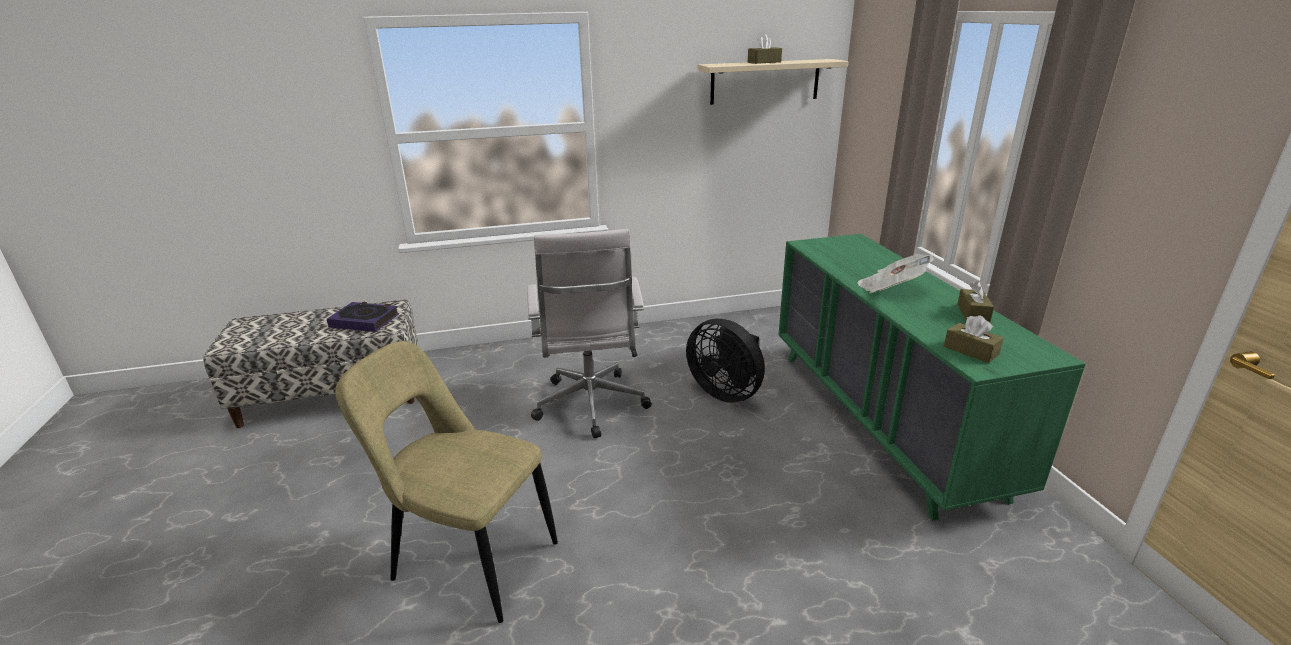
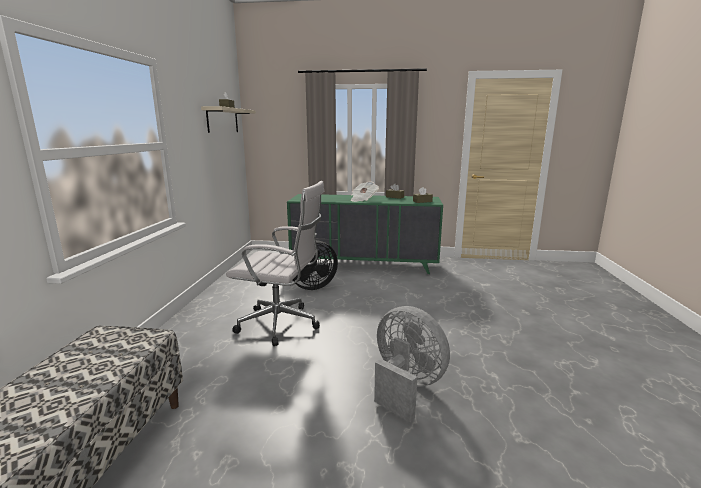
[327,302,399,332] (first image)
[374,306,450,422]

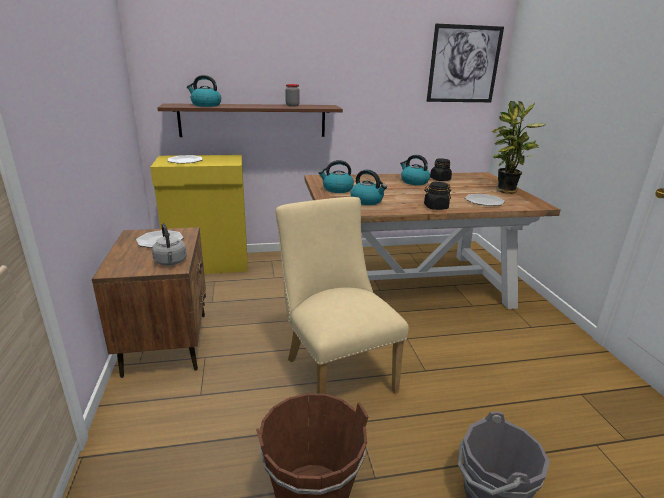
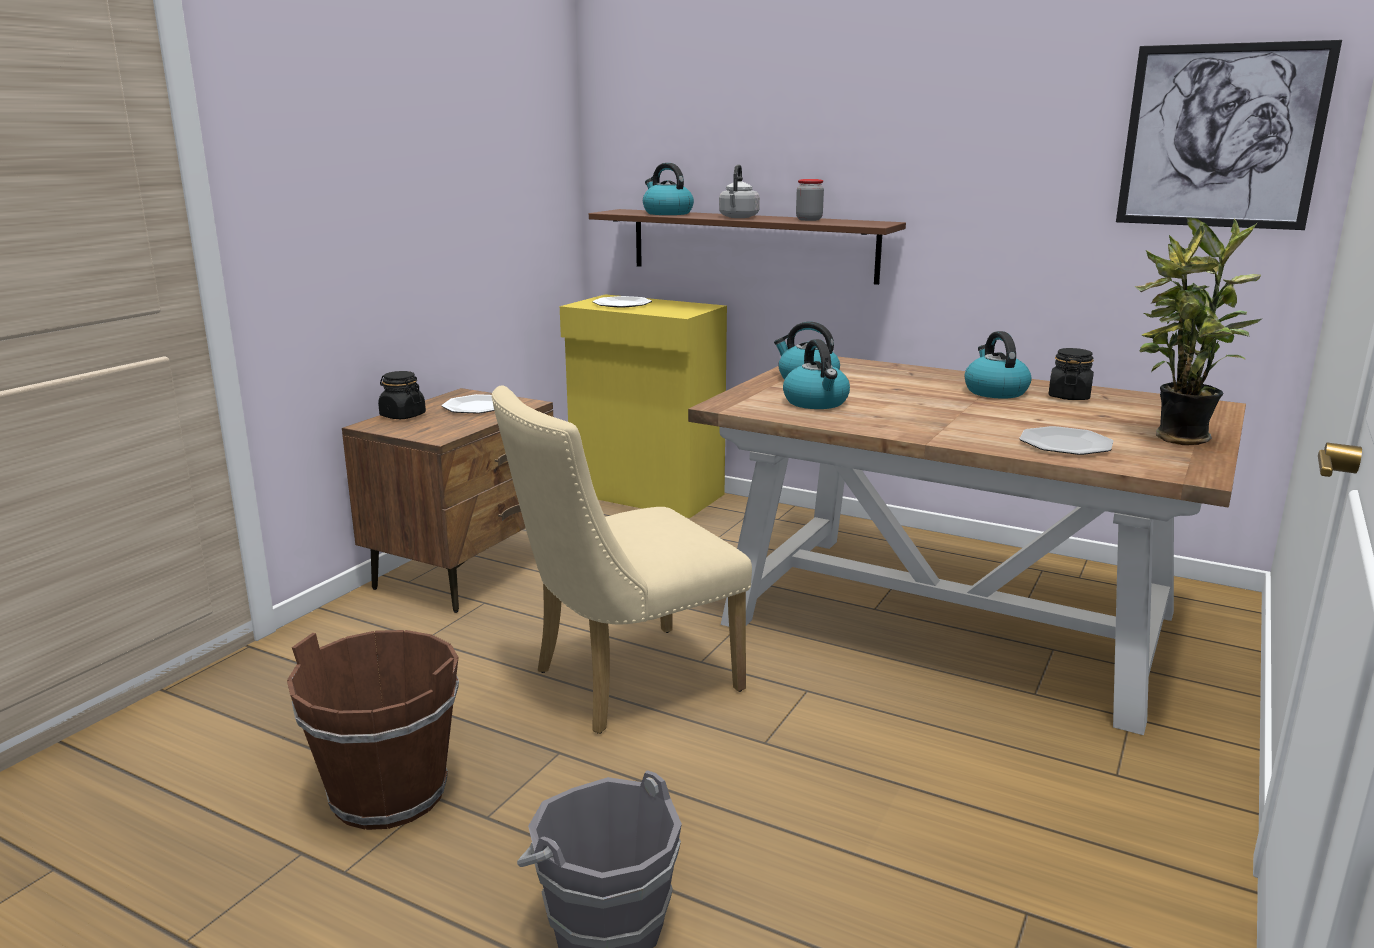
[719,164,760,218]
[378,371,426,419]
[491,385,752,734]

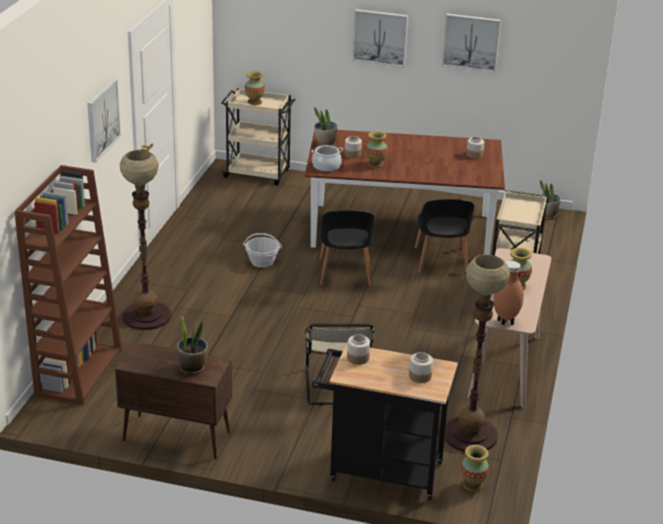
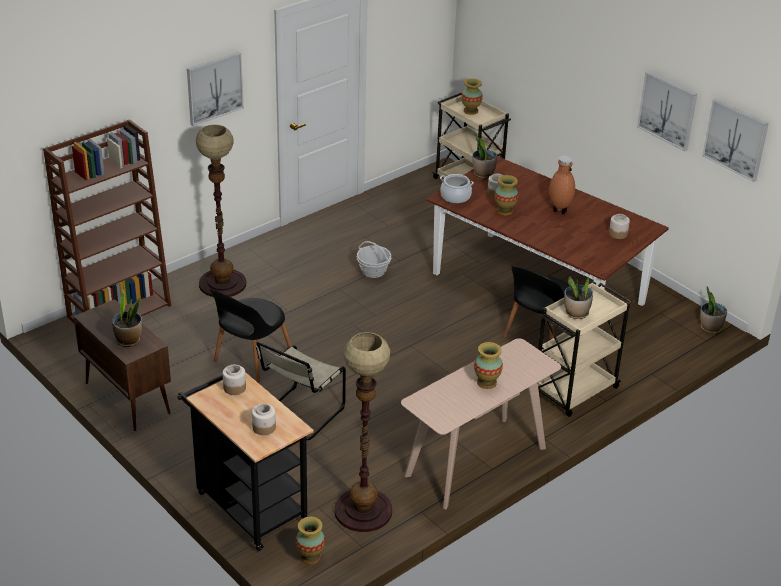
[564,276,593,319]
[210,289,292,382]
[702,99,769,182]
[549,155,575,215]

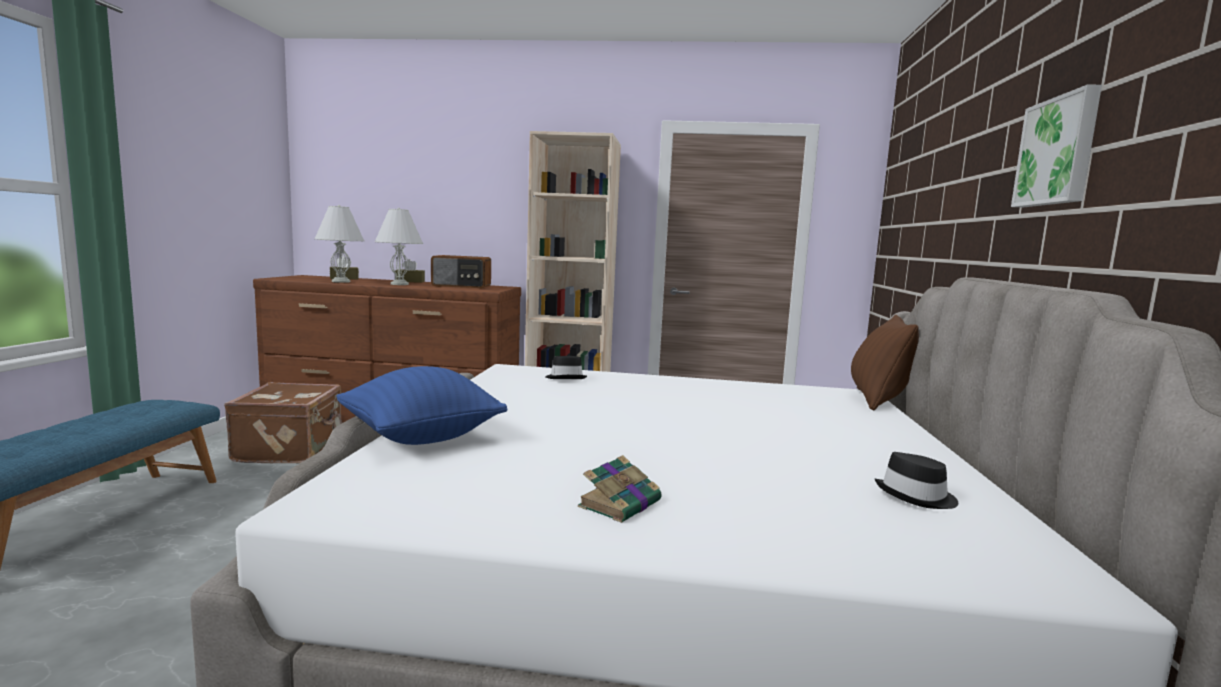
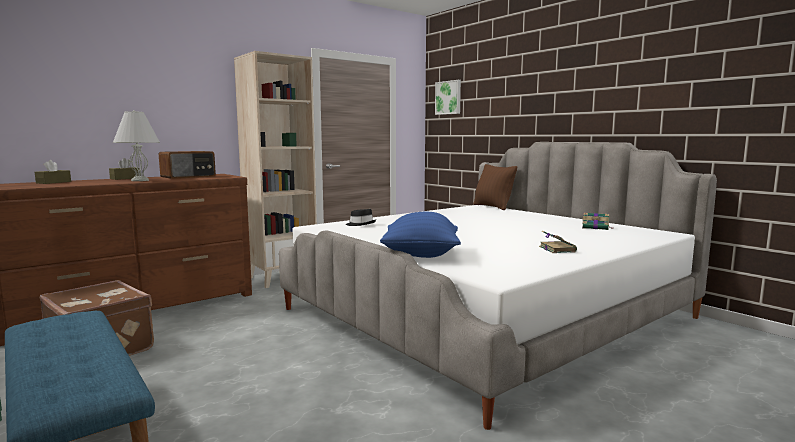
[315,205,365,283] (first image)
[435,80,461,115]
[582,213,612,230]

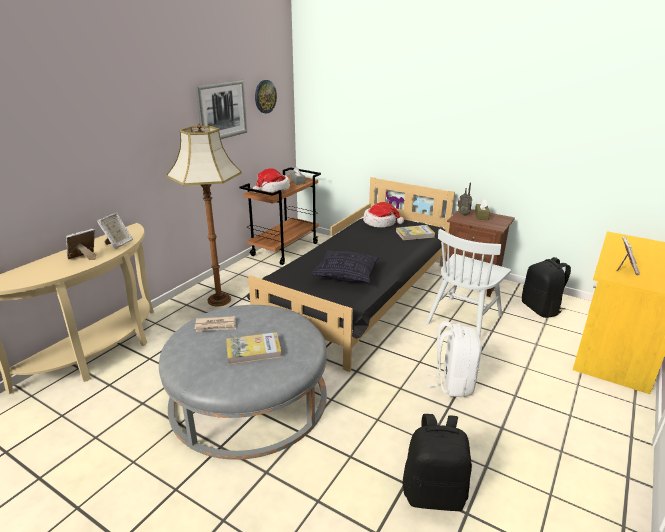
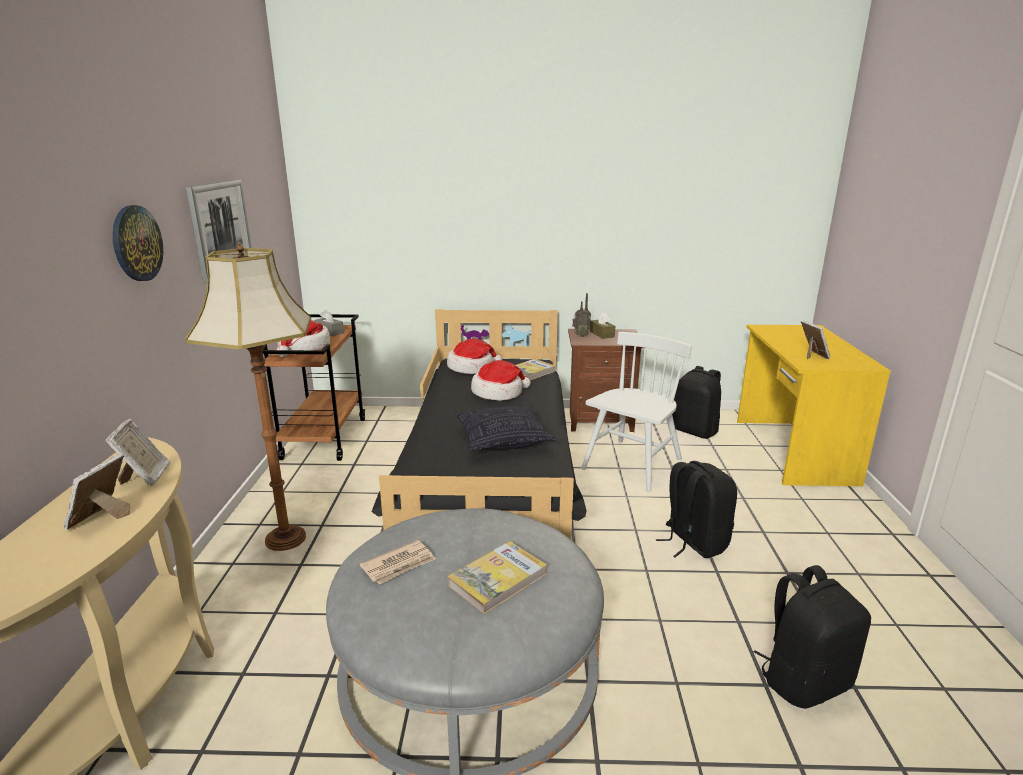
[471,360,531,401]
[113,205,163,281]
[656,461,737,558]
[581,332,692,492]

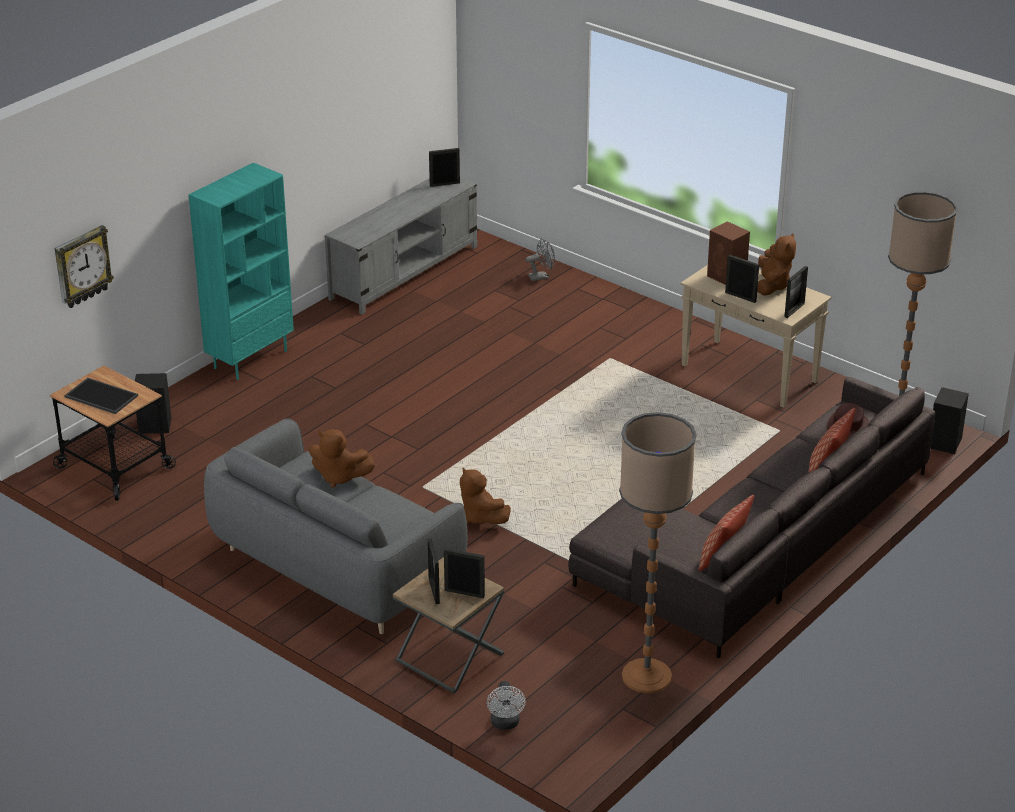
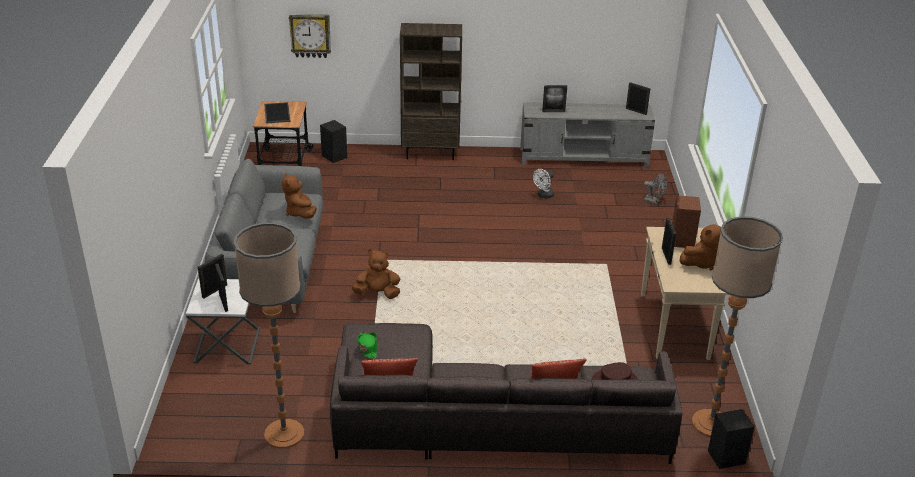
[358,332,377,359]
[533,169,554,199]
[542,85,567,112]
[400,23,462,160]
[186,279,260,364]
[352,249,400,299]

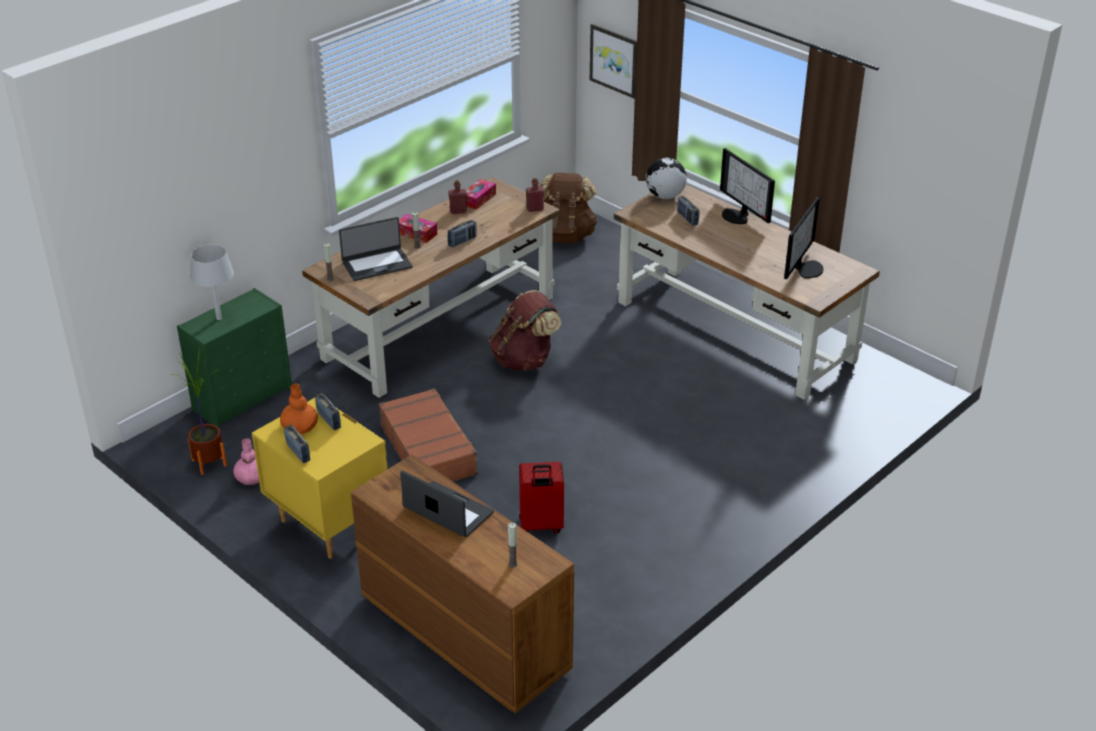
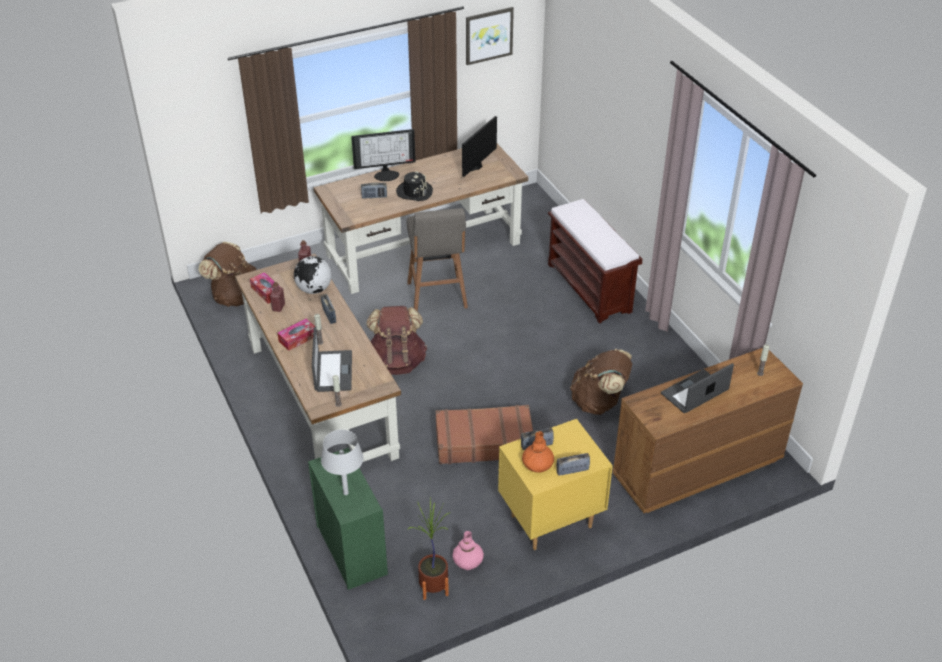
[396,171,433,201]
[406,208,468,311]
[548,199,642,323]
[466,7,514,65]
[294,256,332,294]
[570,349,632,415]
[462,116,497,177]

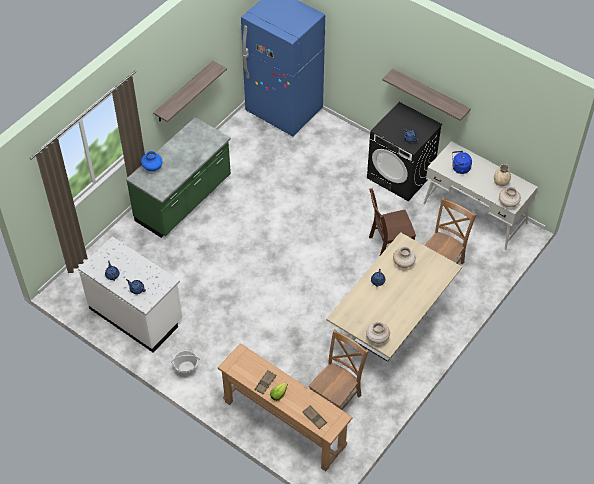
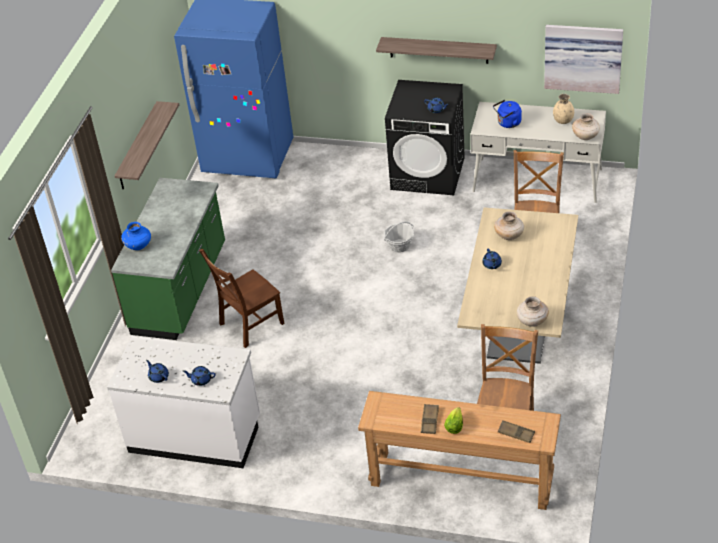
[544,25,623,94]
[384,222,414,252]
[199,249,284,348]

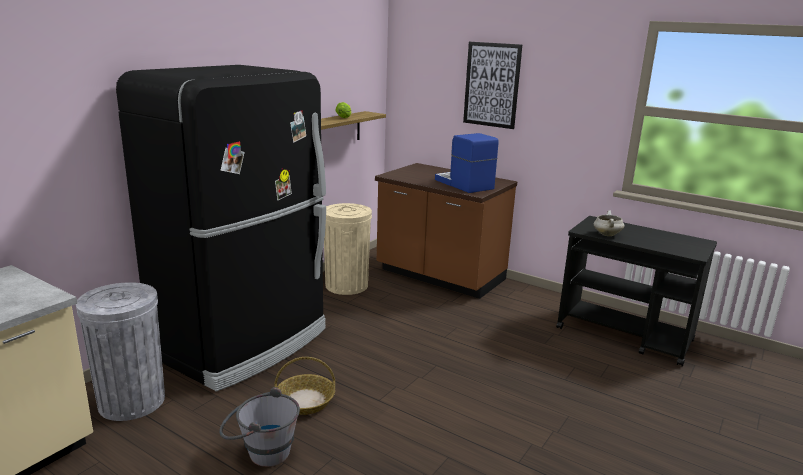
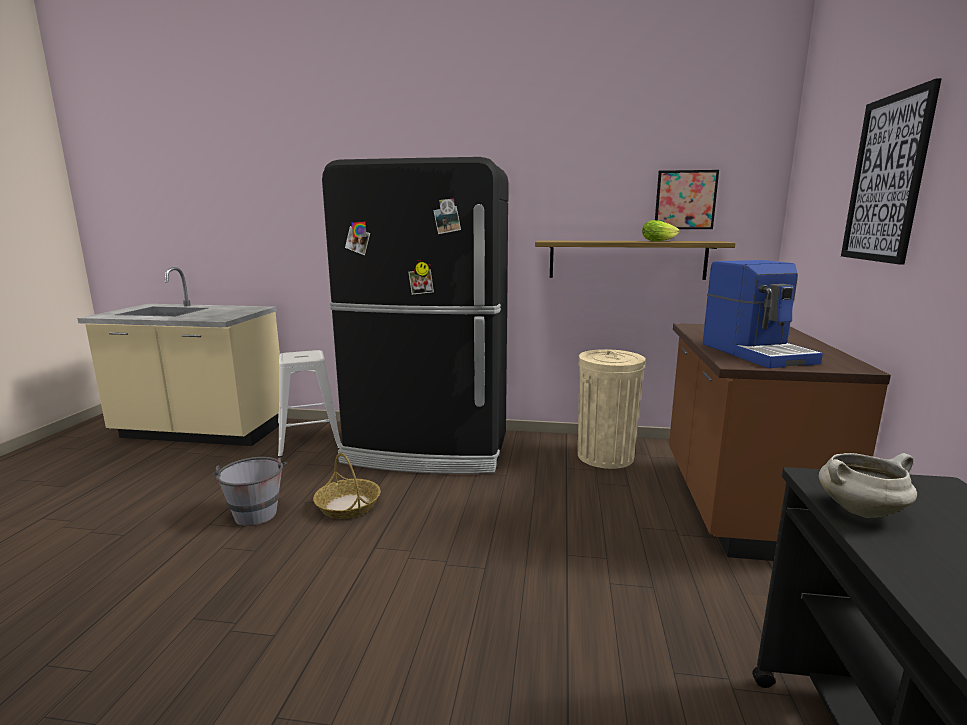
[655,170,719,229]
[278,350,341,457]
[702,260,823,368]

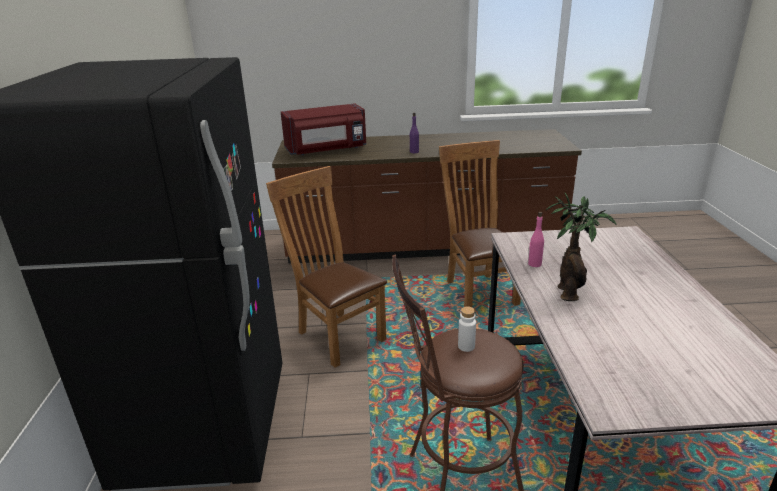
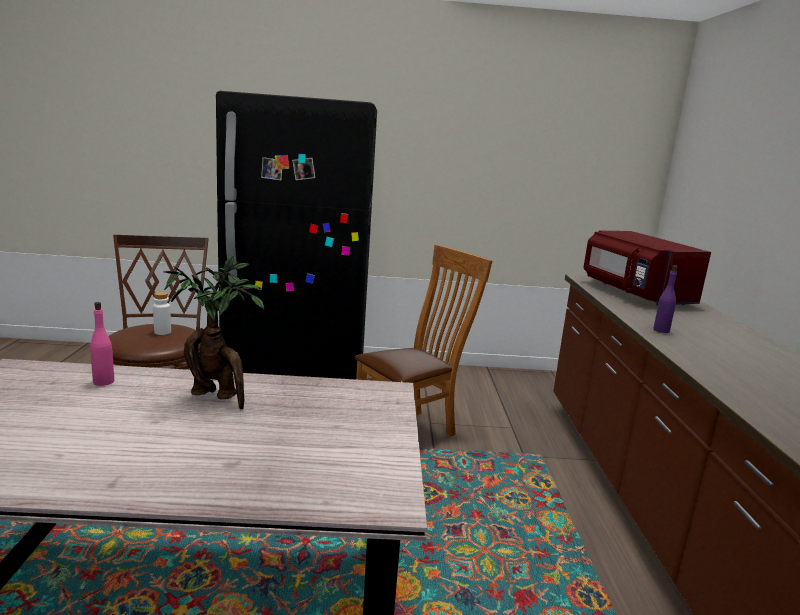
[439,140,521,307] (first image)
[90,302,114,386]

